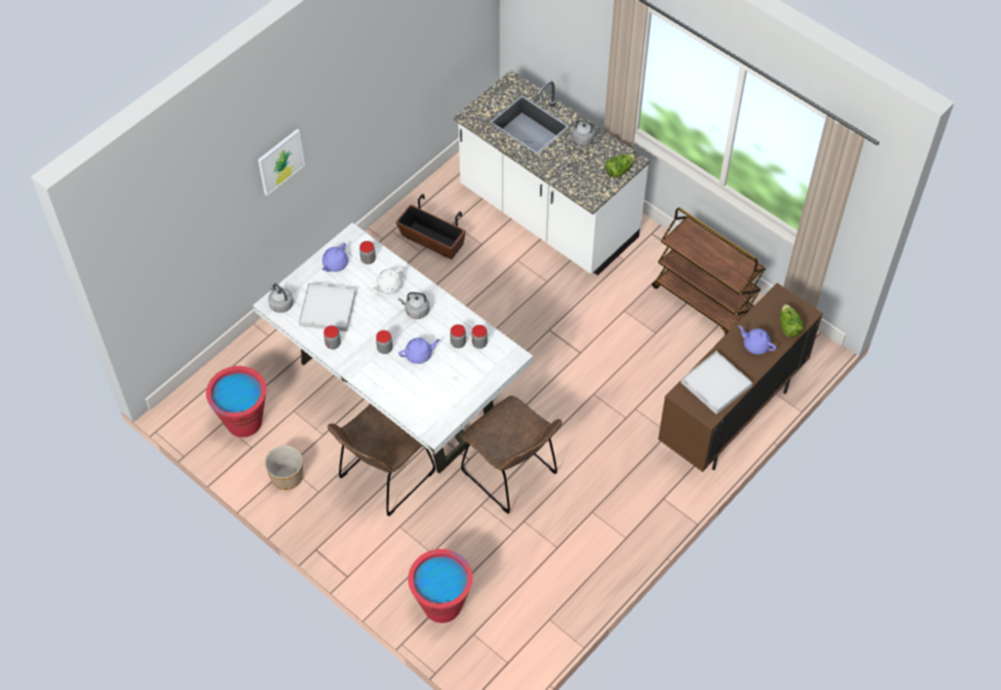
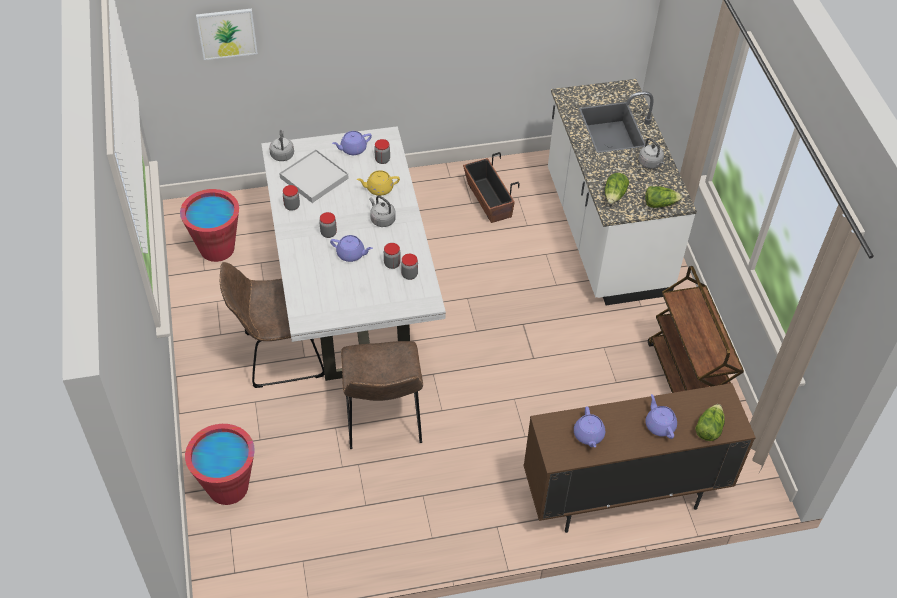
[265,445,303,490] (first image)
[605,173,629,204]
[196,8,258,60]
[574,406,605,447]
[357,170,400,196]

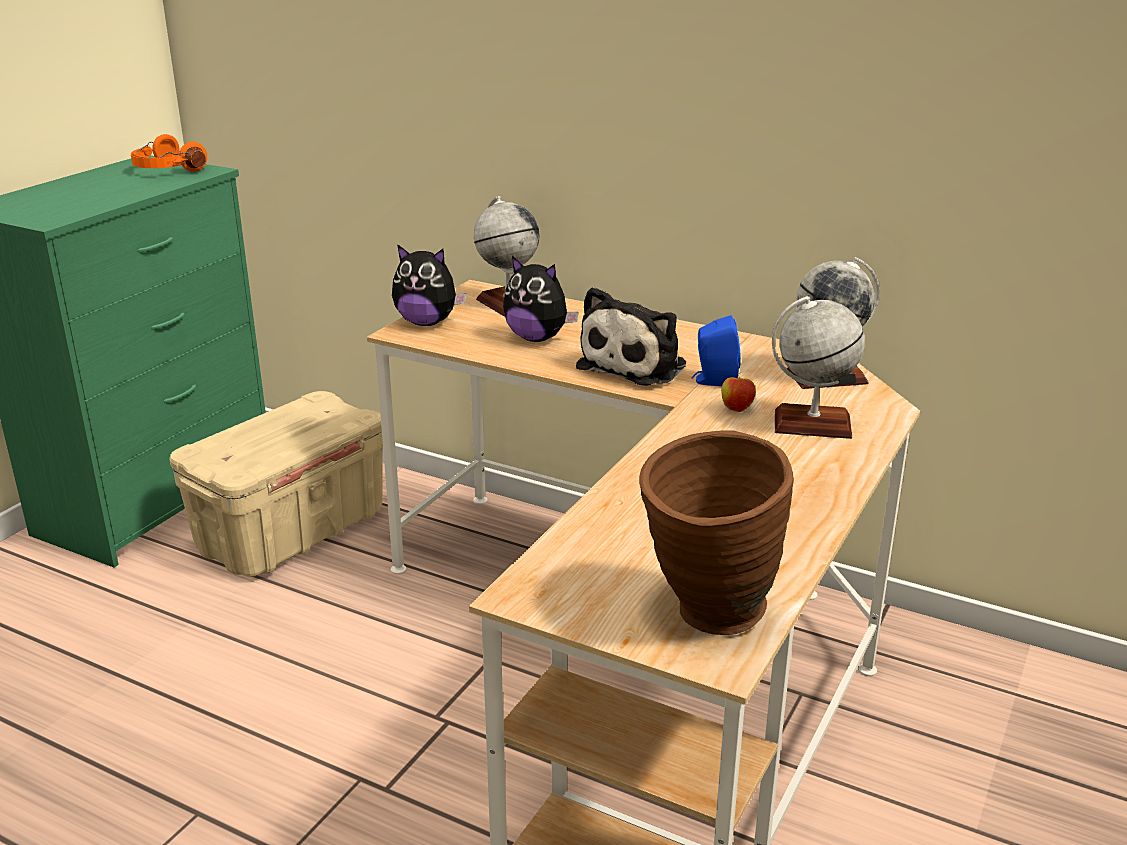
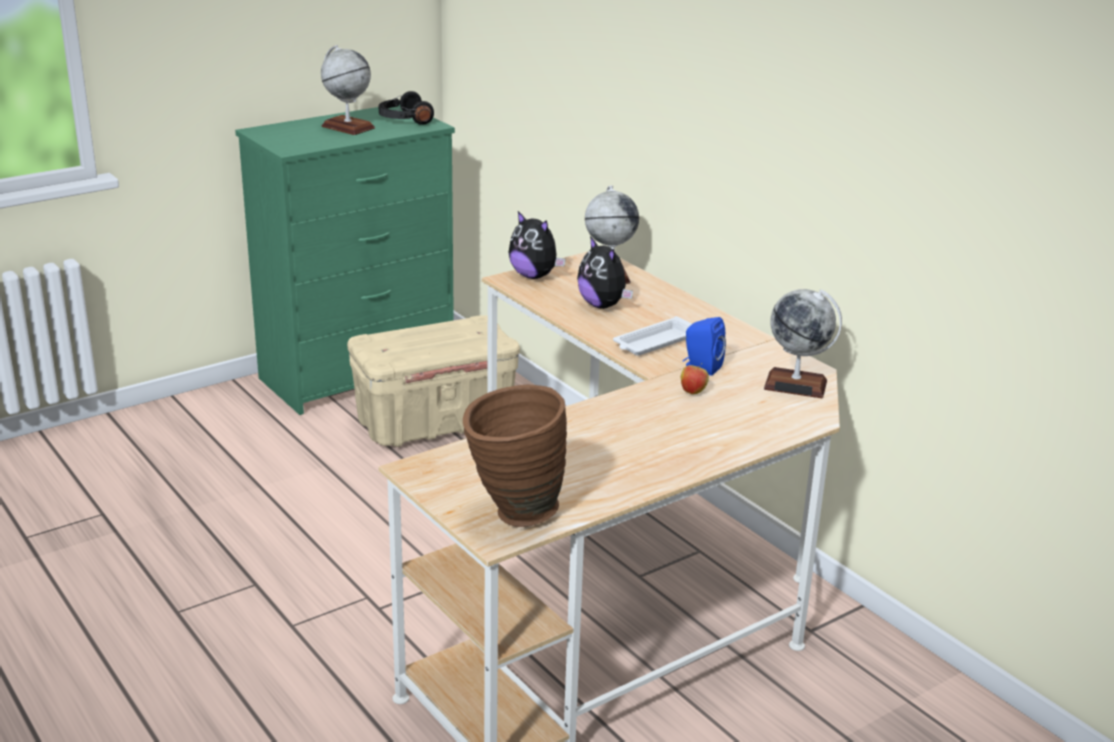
[321,45,375,135]
[613,316,692,356]
[379,91,434,125]

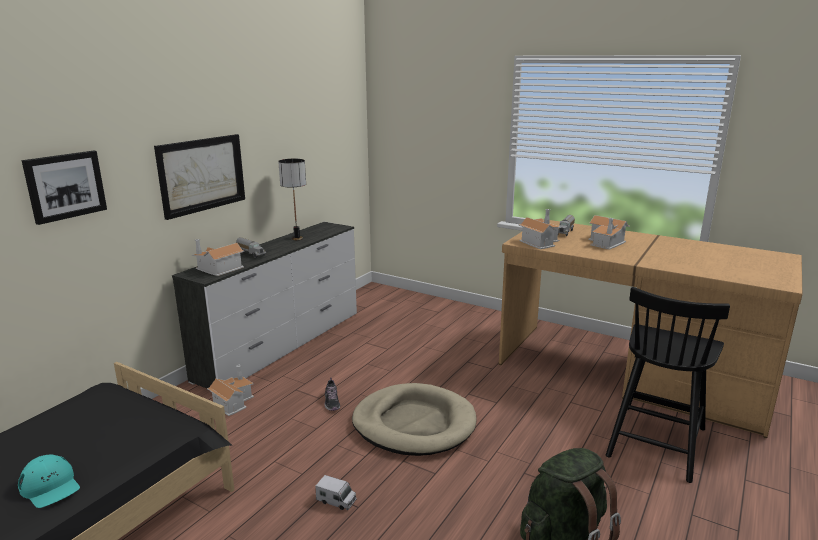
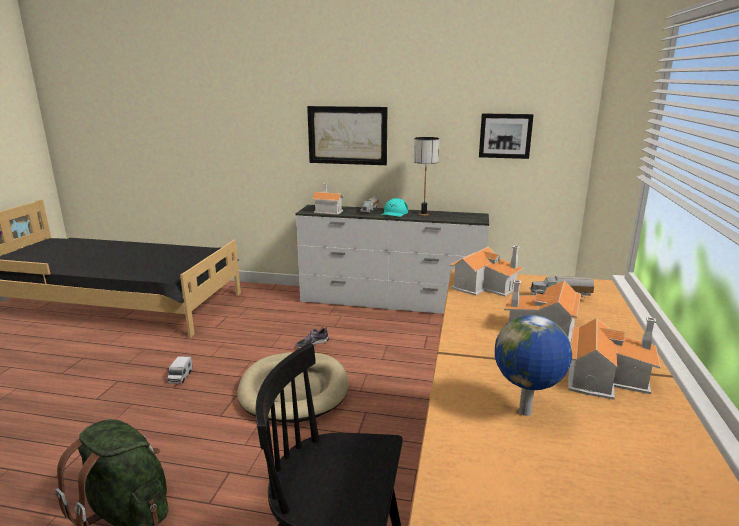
[495,315,572,416]
[382,198,408,217]
[479,113,534,159]
[568,317,660,400]

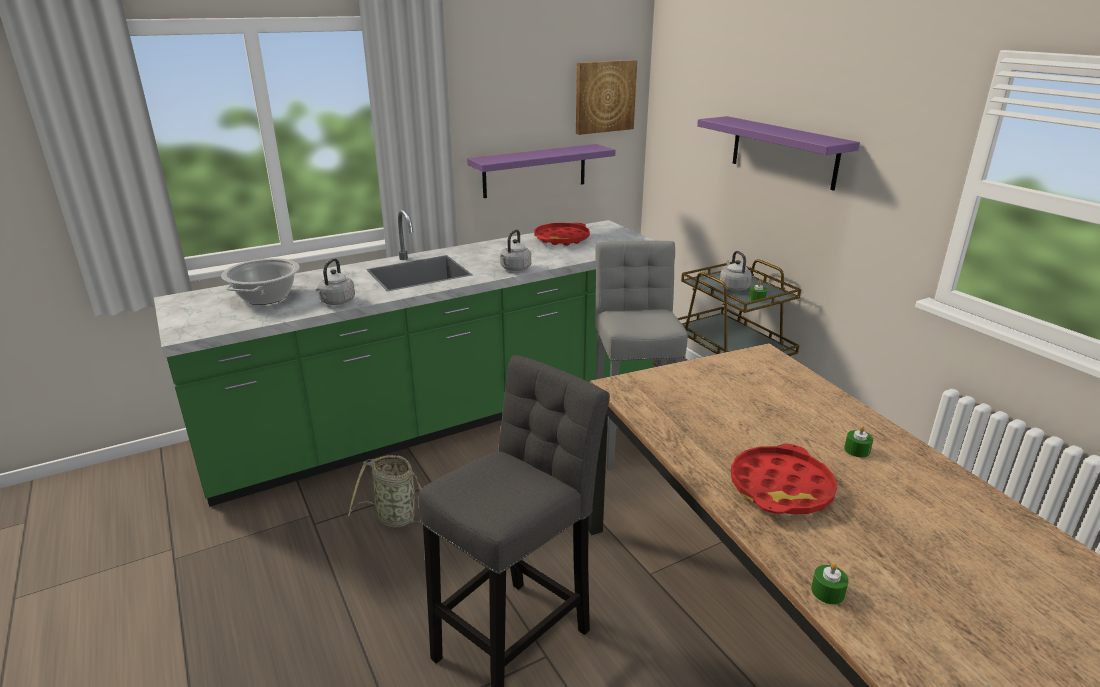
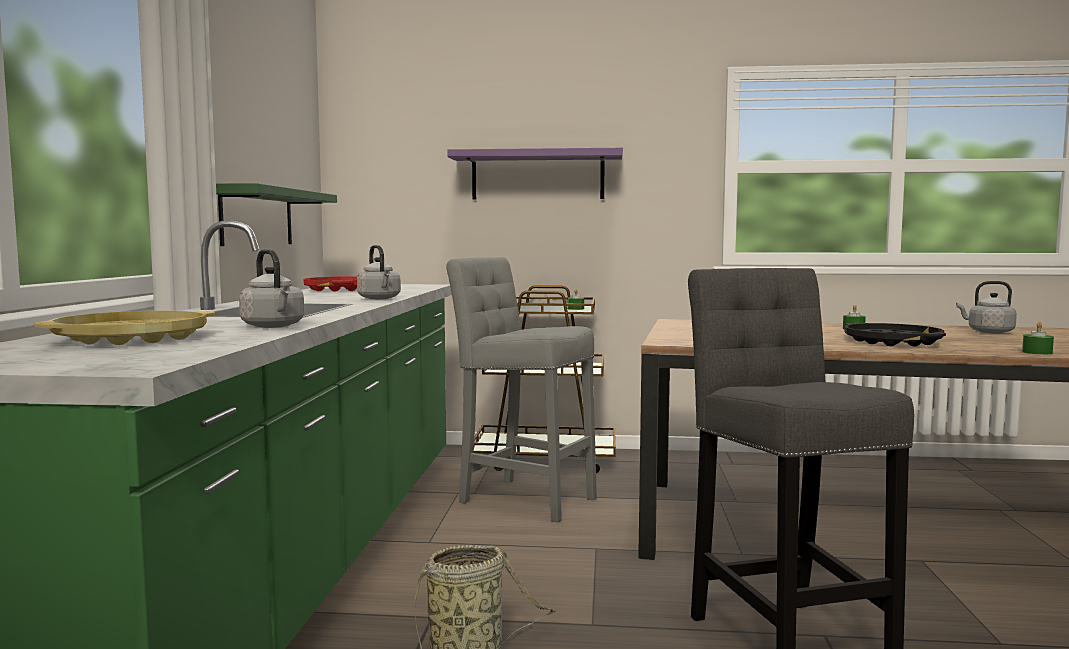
[576,60,637,135] (first image)
[956,281,1017,333]
[34,311,215,345]
[216,183,337,246]
[844,323,946,346]

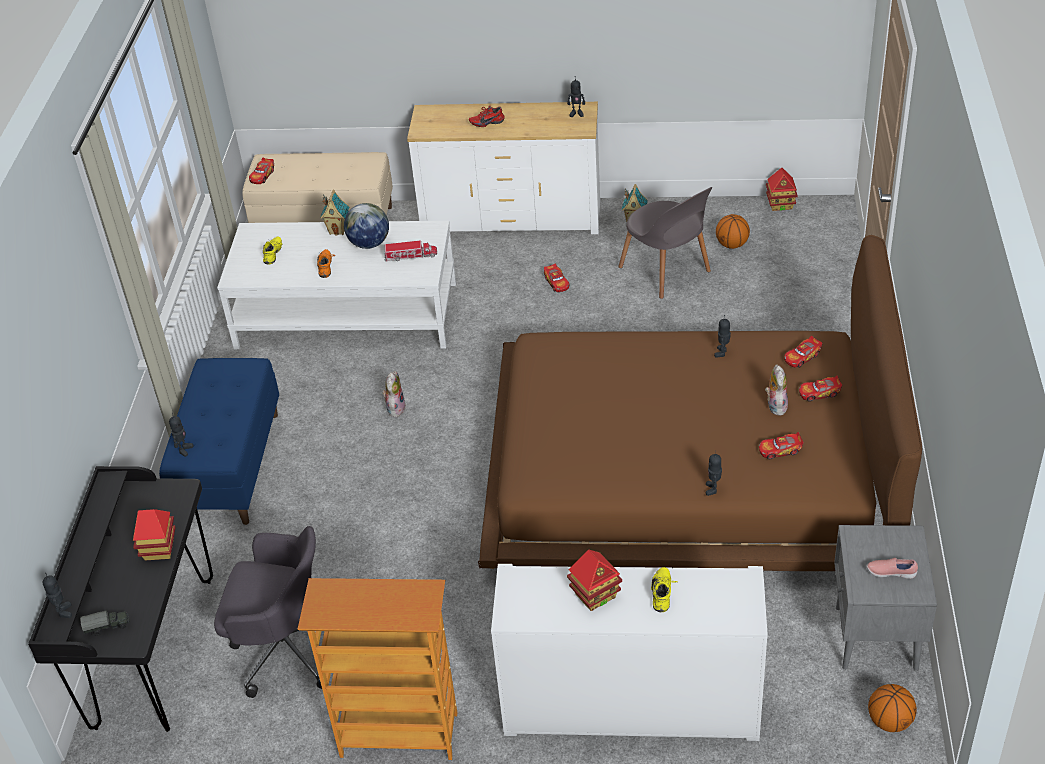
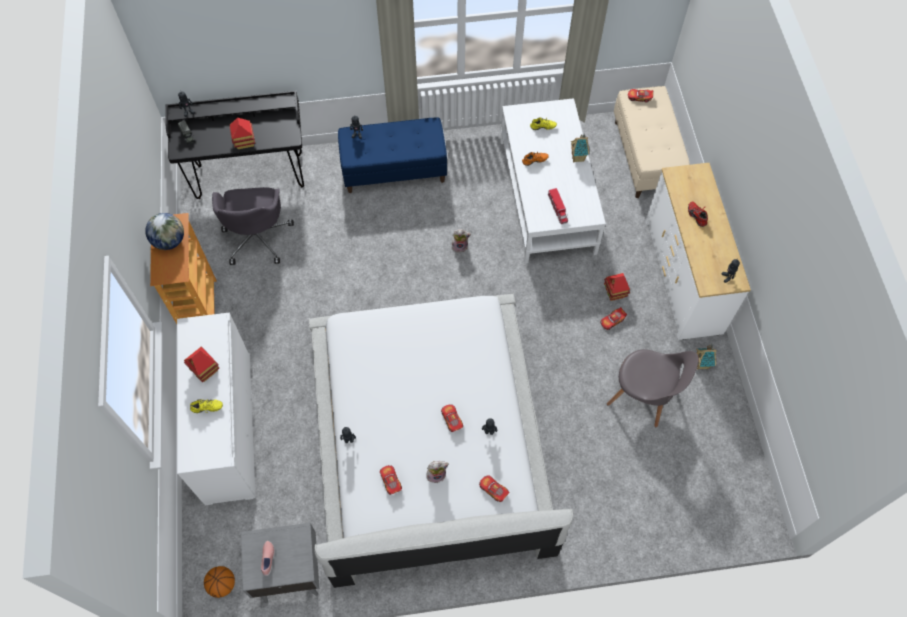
[716,214,750,249] (first image)
[145,213,184,250]
[604,273,630,301]
[441,404,463,432]
[309,294,573,588]
[607,349,699,427]

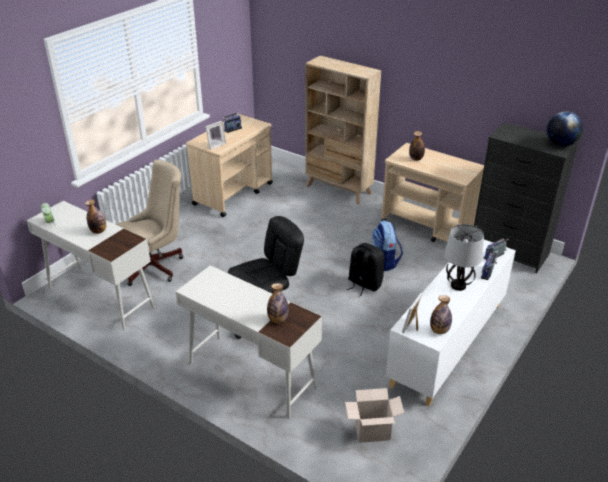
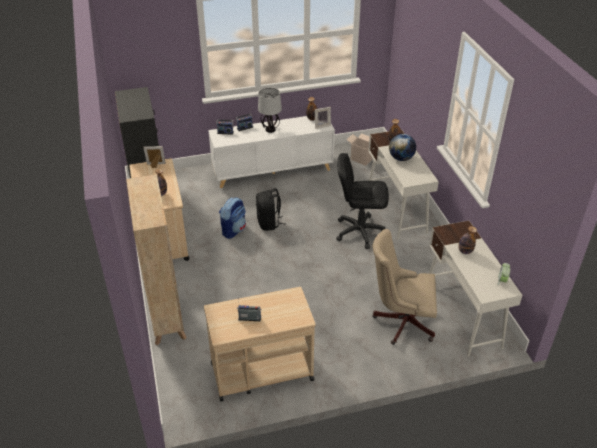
[143,146,166,168]
[389,134,416,161]

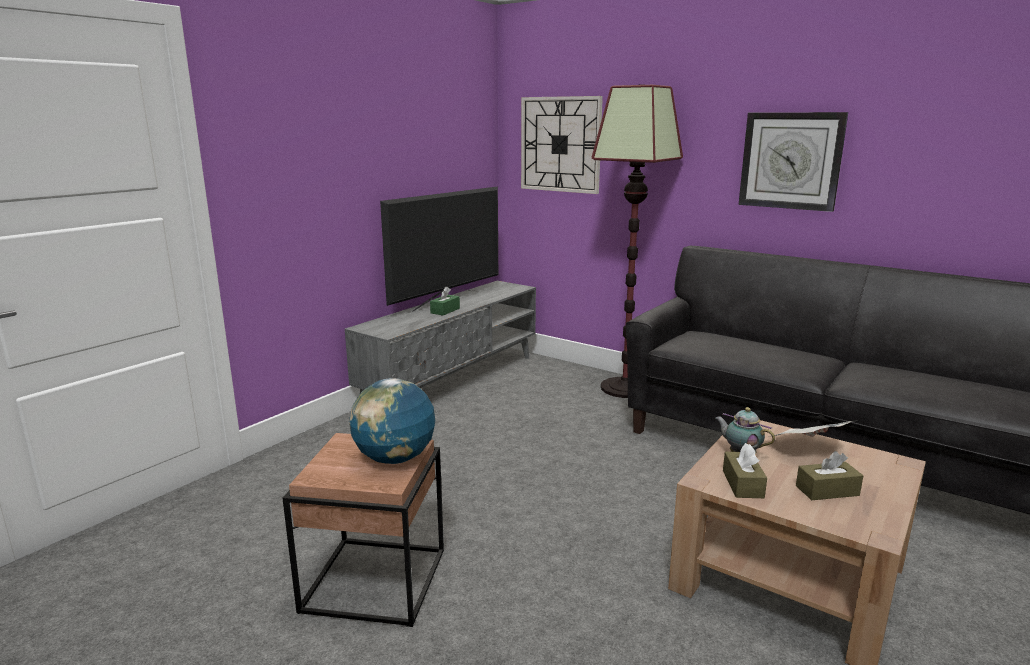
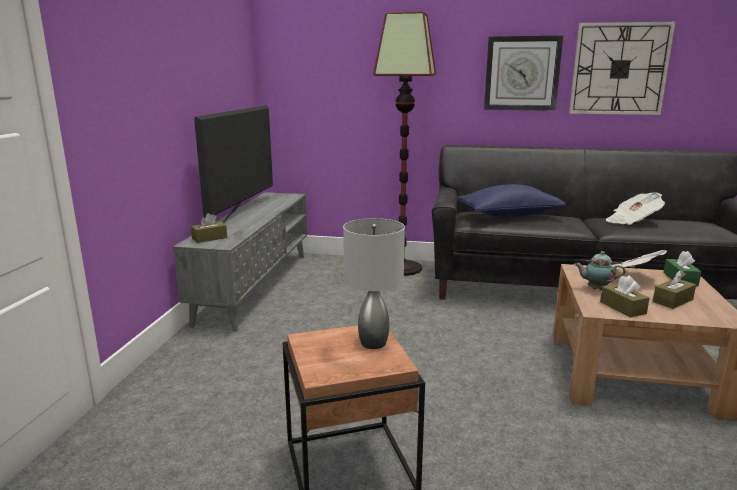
[191,213,227,243]
[457,184,566,217]
[606,193,665,225]
[663,251,701,286]
[569,22,675,115]
[343,218,405,349]

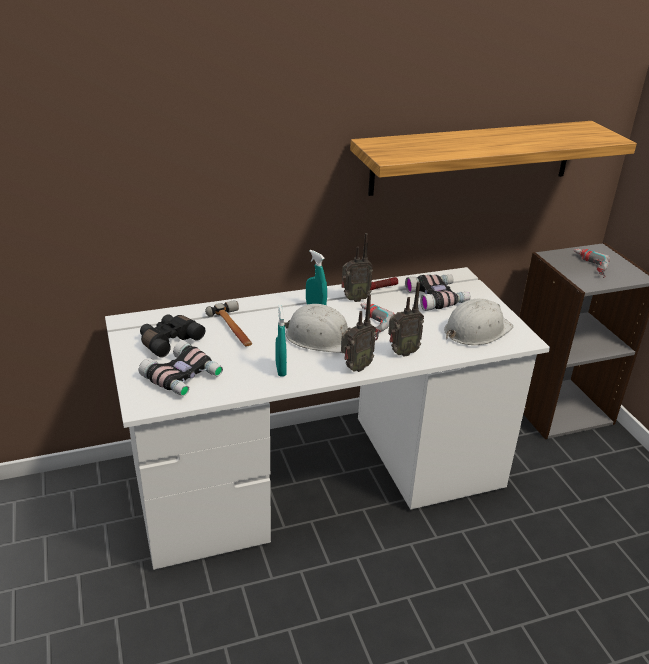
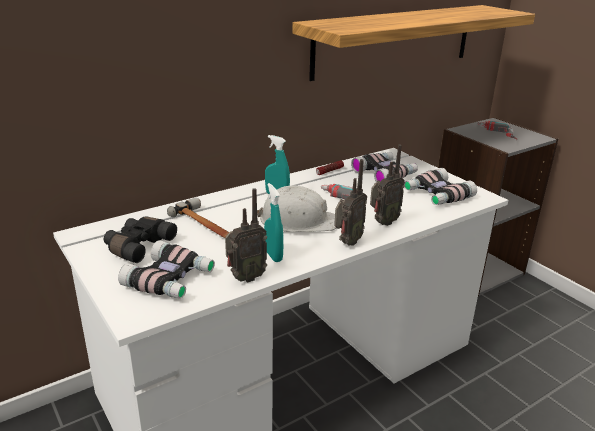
[225,188,267,283]
[404,168,477,205]

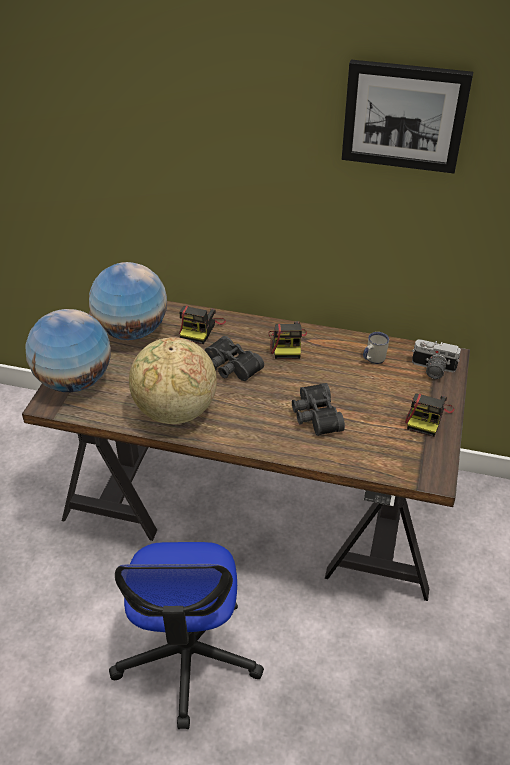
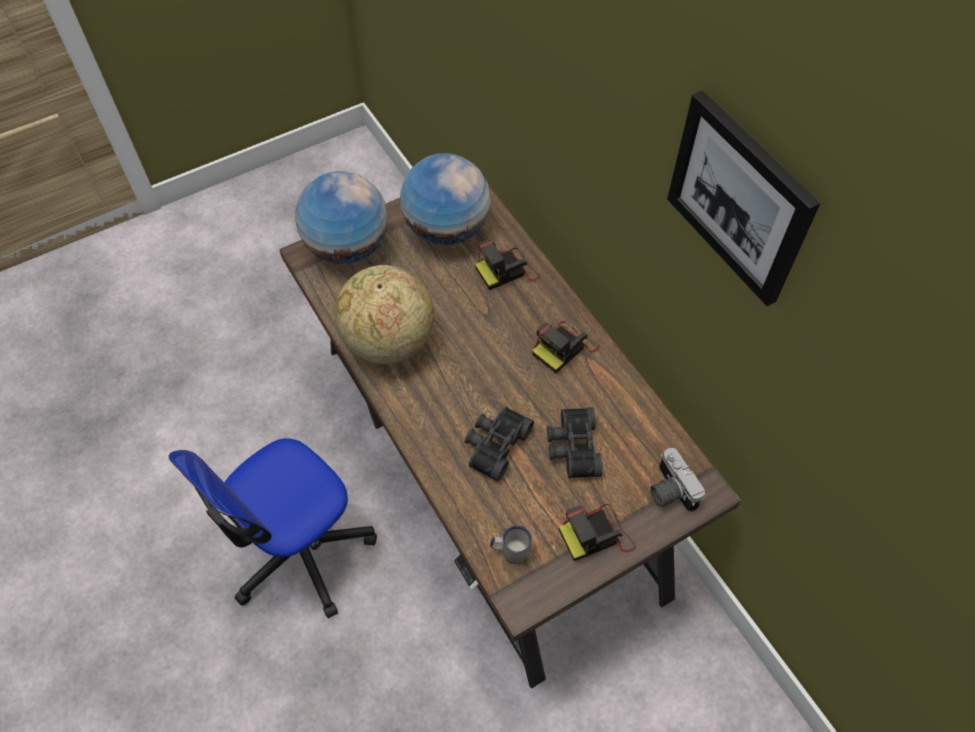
[547,407,602,479]
[490,525,532,564]

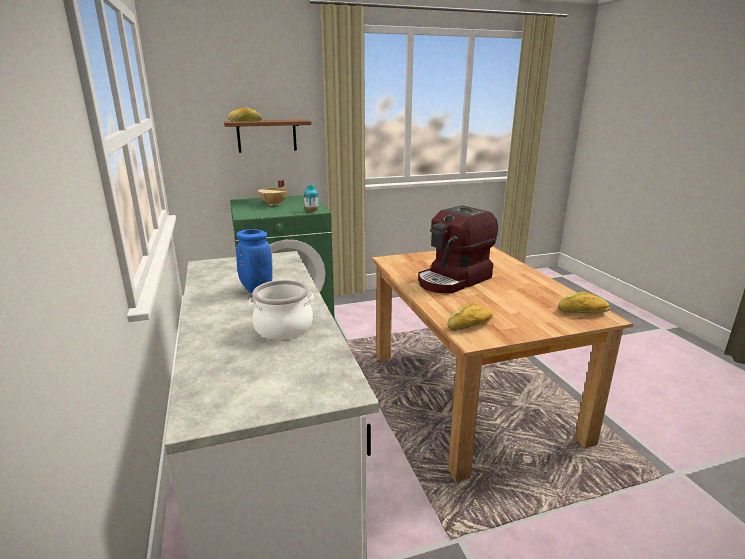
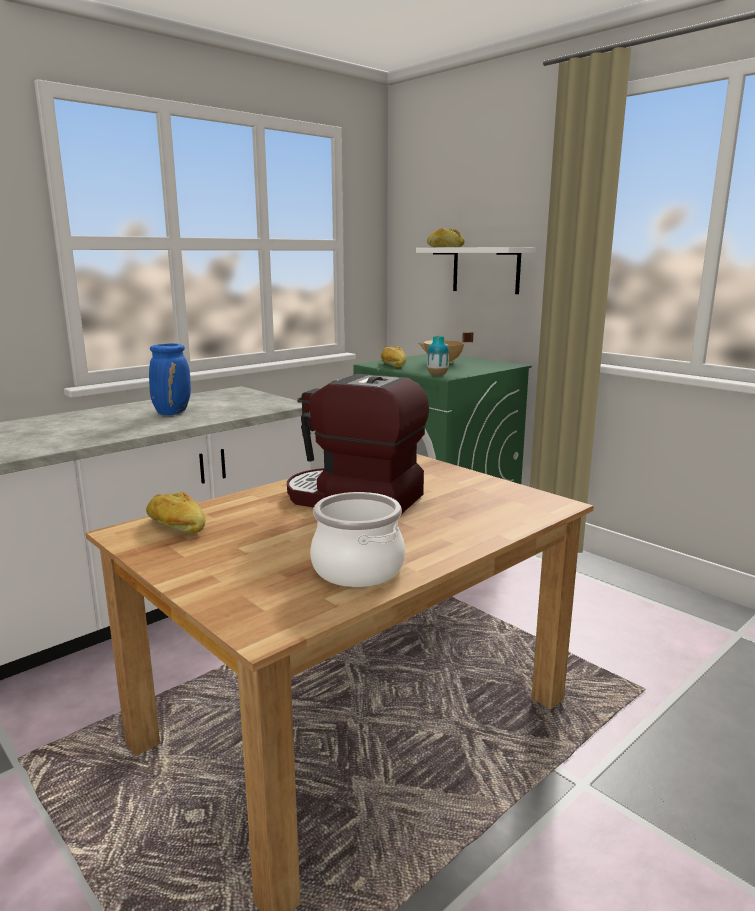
[310,492,405,587]
[381,346,406,367]
[416,247,536,294]

